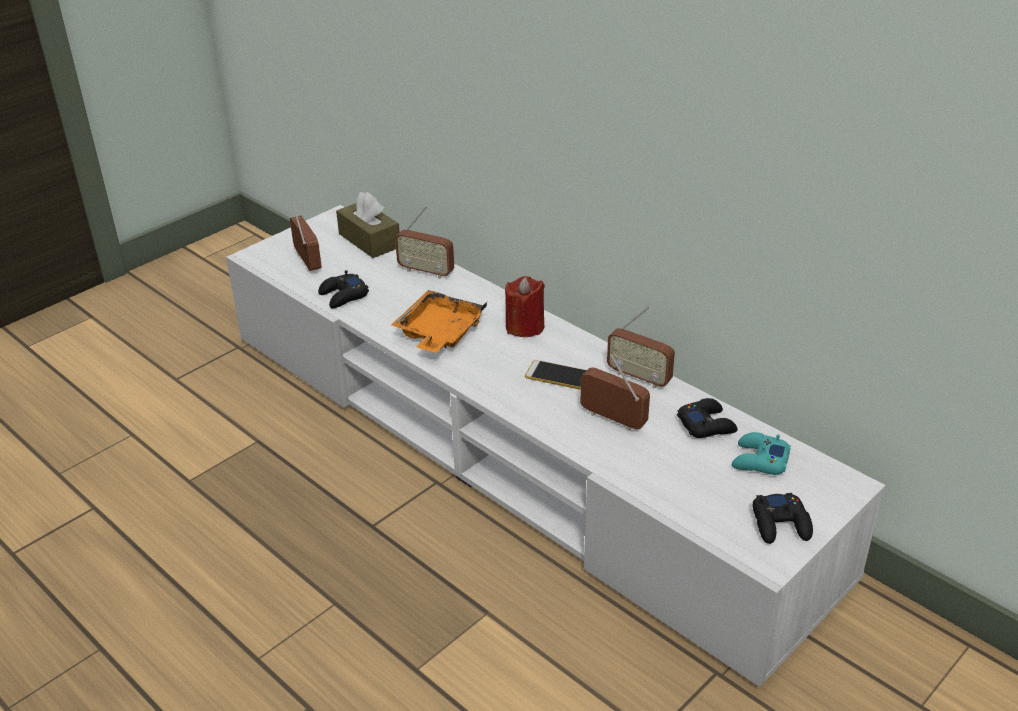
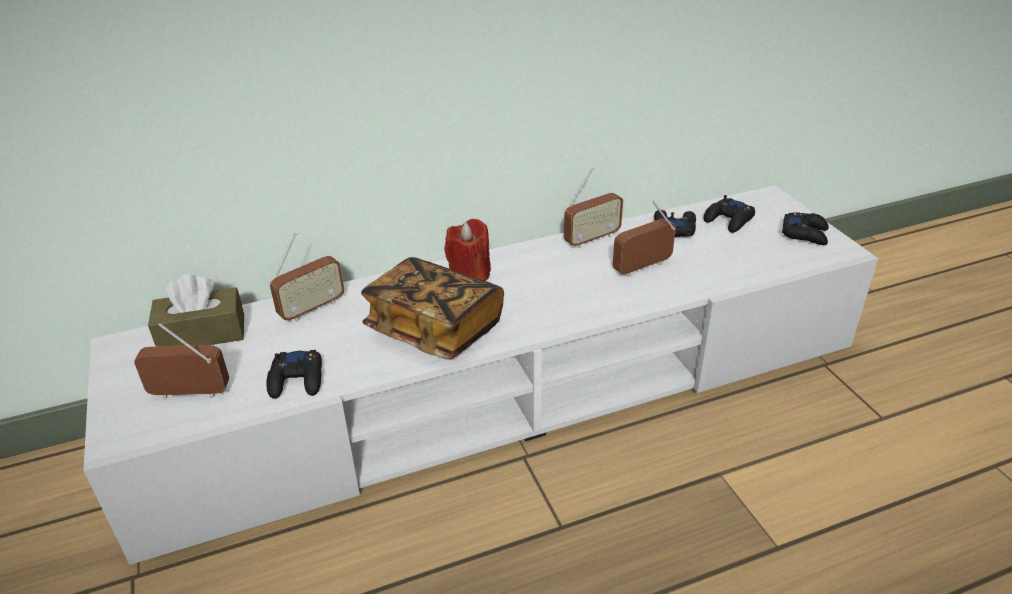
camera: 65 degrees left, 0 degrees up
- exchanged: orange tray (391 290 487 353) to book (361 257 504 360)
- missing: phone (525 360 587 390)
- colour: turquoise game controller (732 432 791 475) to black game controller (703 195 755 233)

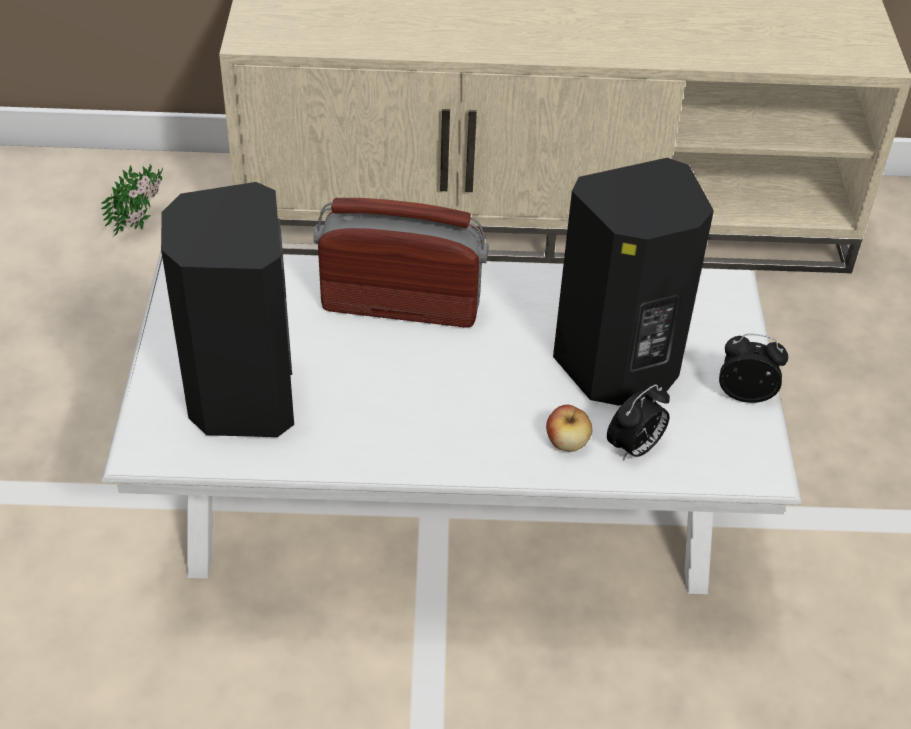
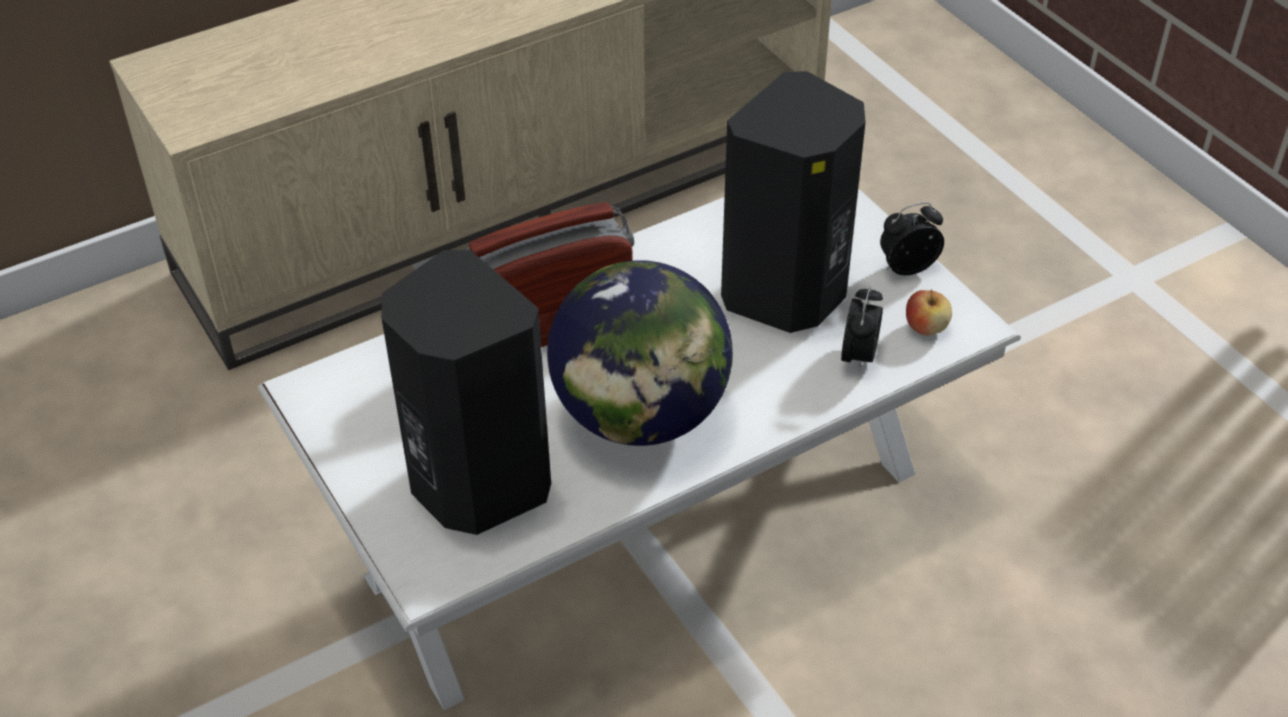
camera: 30 degrees left, 0 degrees up
- missing: potted plant (101 164 163 236)
- relocated: apple (546 405 592 452) to (906 289 952 335)
- appeared: globe (547 260 733 446)

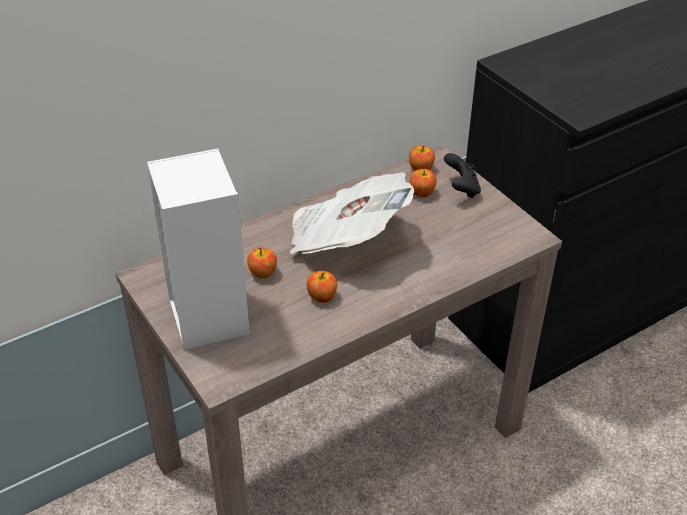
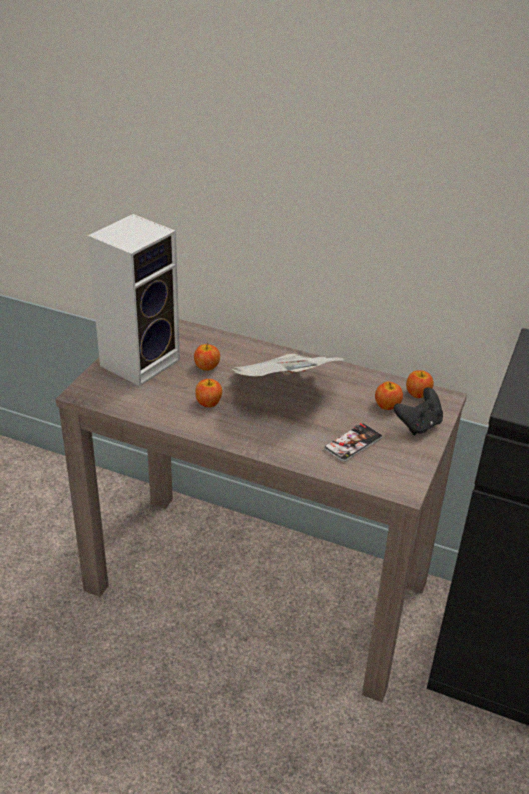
camera: 55 degrees right, 5 degrees down
- appeared: phone (324 423 382 462)

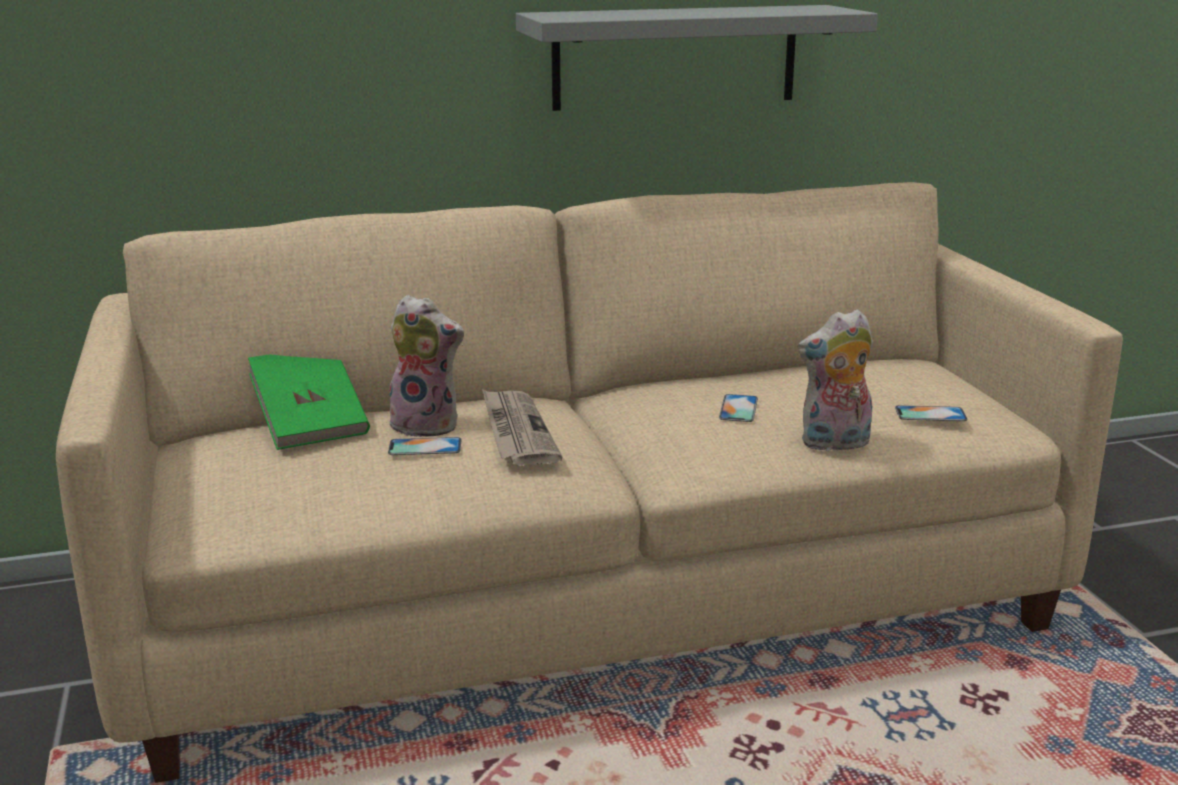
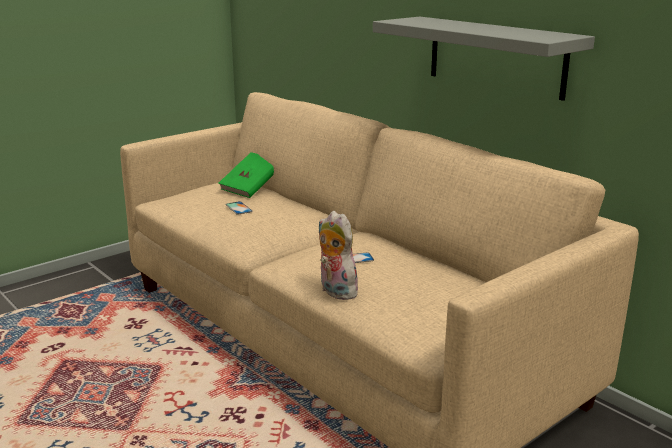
camera: 65 degrees right, 0 degrees up
- missing: plush toy (389 295 464 437)
- missing: newspaper (482 389 562 466)
- missing: phone (895 405 967 421)

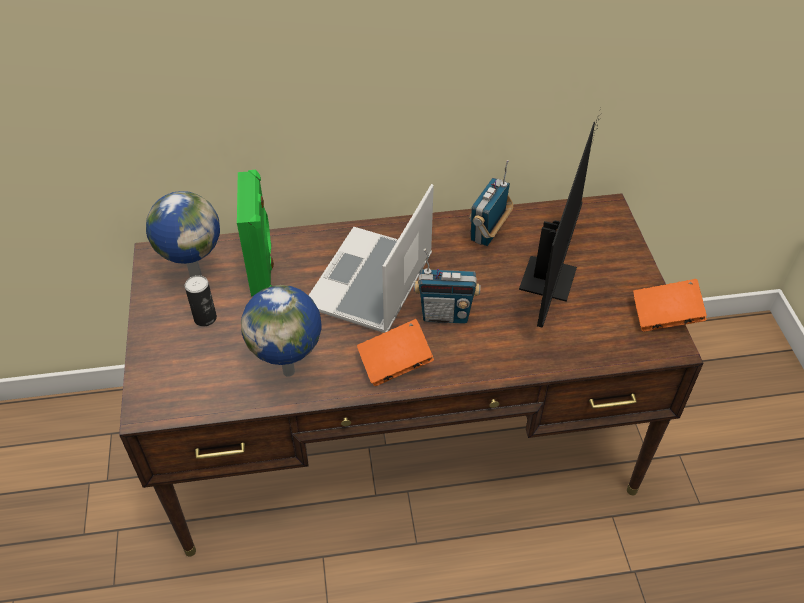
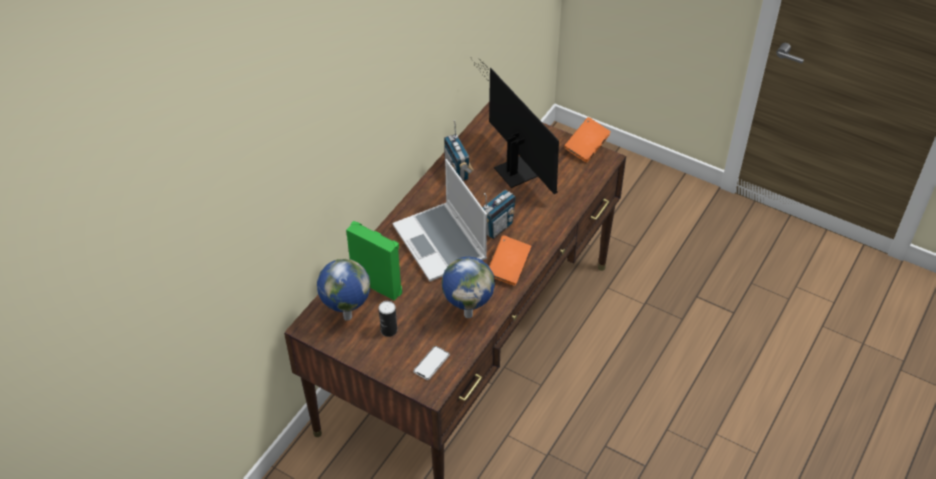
camera: 50 degrees left, 0 degrees up
- appeared: phone (413 346 450 380)

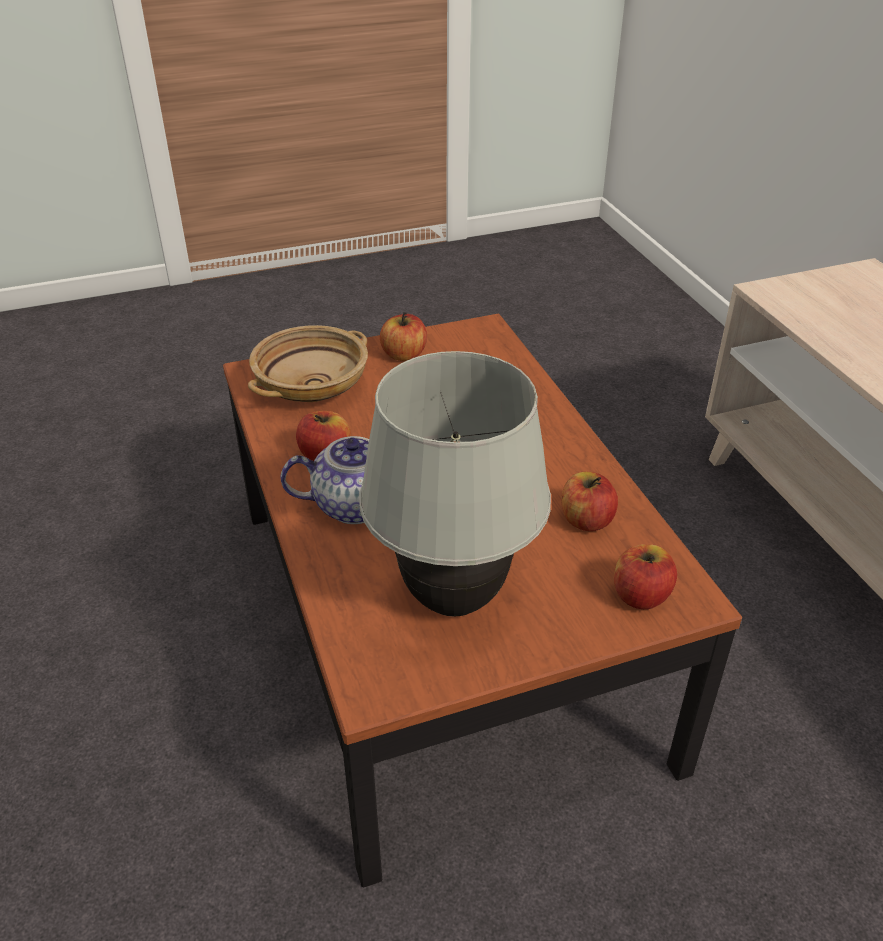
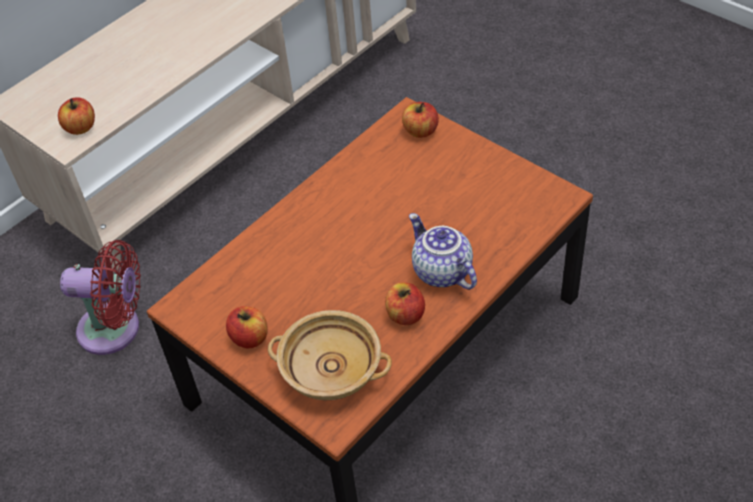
camera: 115 degrees left, 10 degrees up
- missing: white table lamp (359 351 551 616)
- relocated: apple (561 472 618 531) to (58 97 95 135)
- appeared: red fan (60 240 141 355)

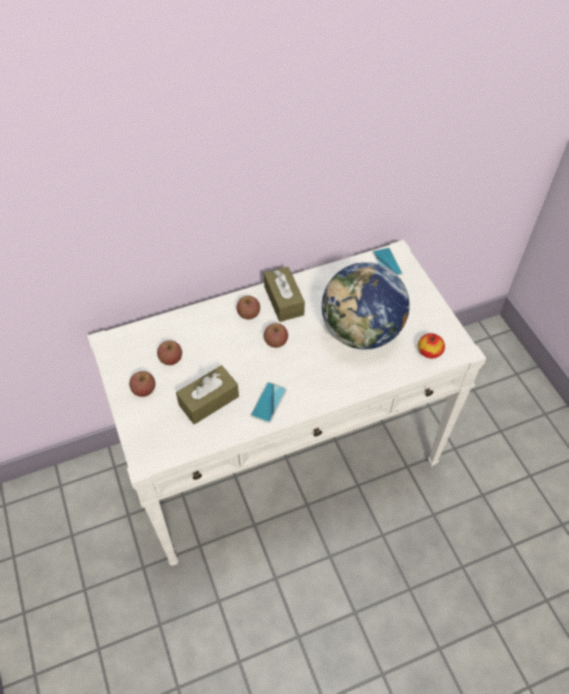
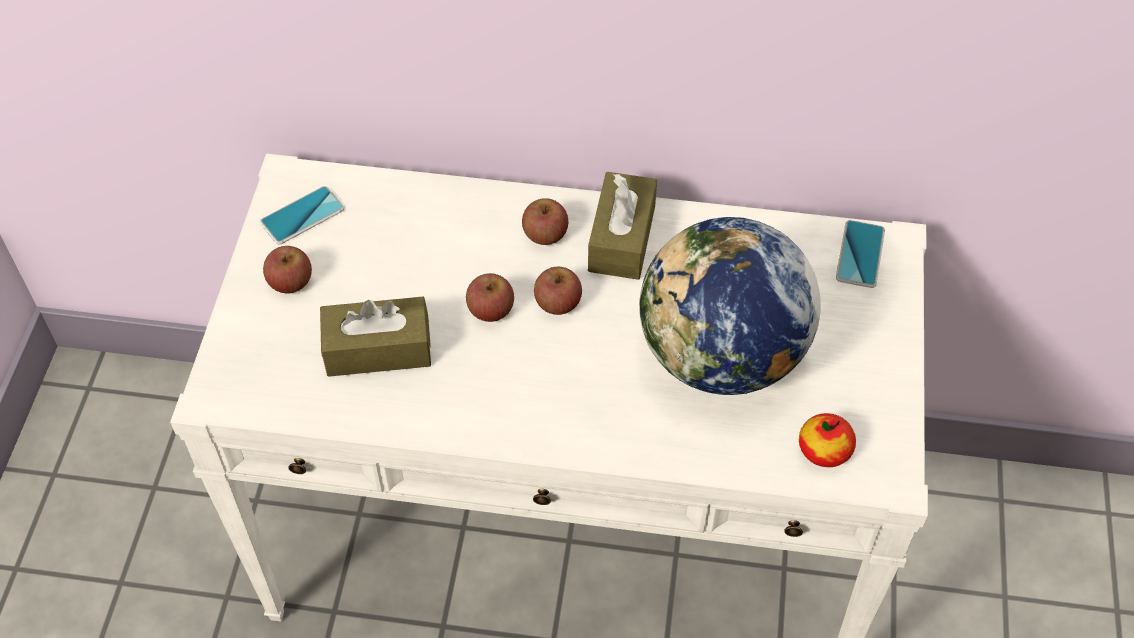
camera: 30 degrees right, 0 degrees up
- relocated: apple (157 340 182 365) to (466 273 514 322)
- relocated: phone (250 382 287 423) to (260 186 344 244)

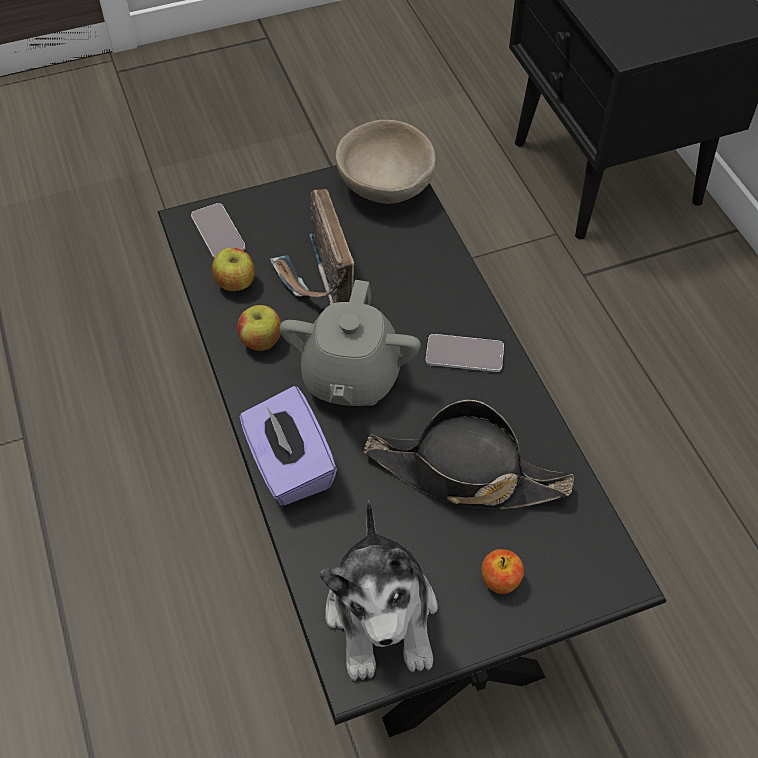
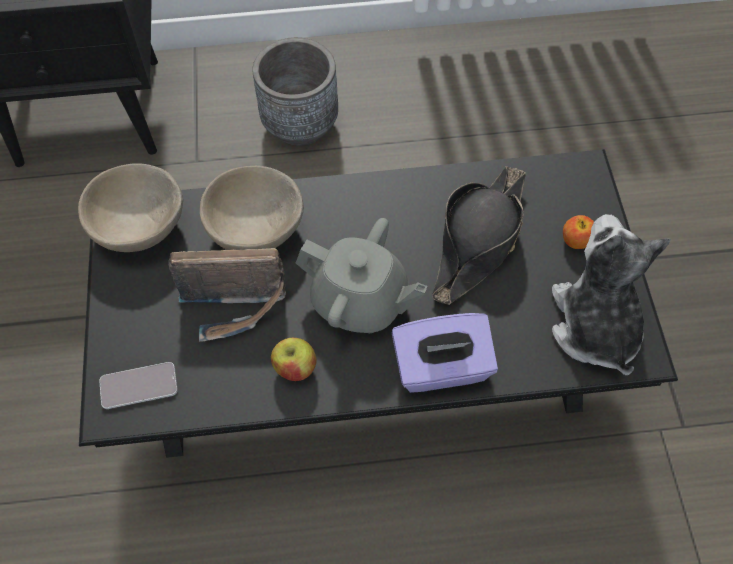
camera: 75 degrees left, 5 degrees up
- missing: apple (212 248 255 291)
- spun: plush toy (320 500 438 681) = (552 214 671 375) 105 degrees counterclockwise
- missing: phone (426 334 504 372)
- appeared: beige bowl (200 166 304 250)
- appeared: grey planter (252 37 338 146)

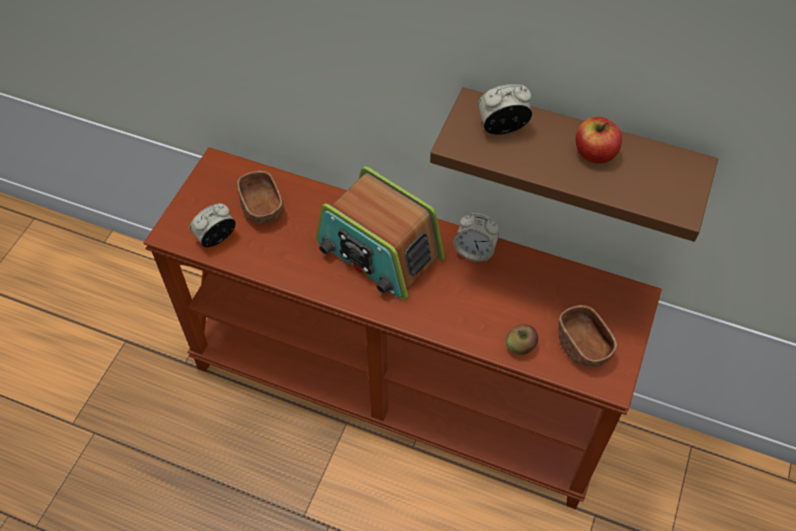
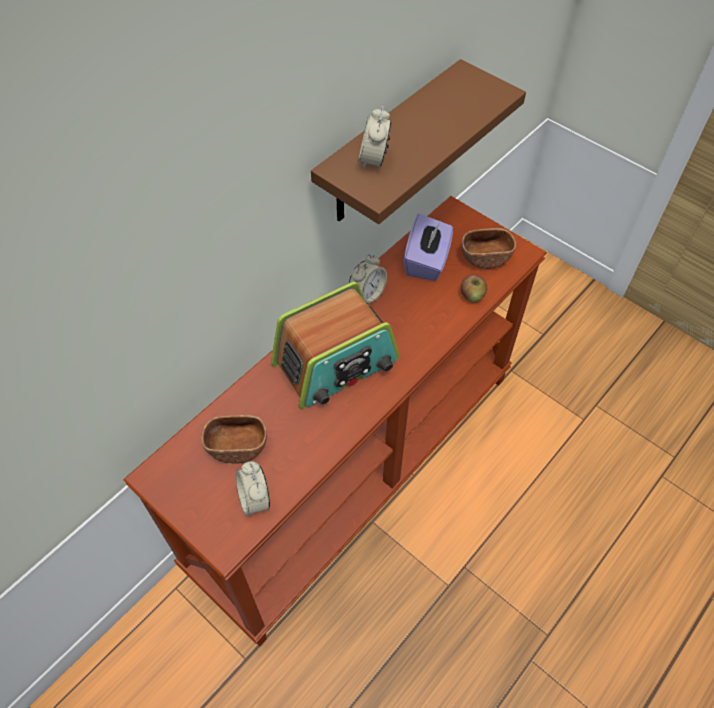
camera: 70 degrees left, 0 degrees up
- missing: apple (576 117 622 164)
- appeared: purple tissue box (404 214 453 281)

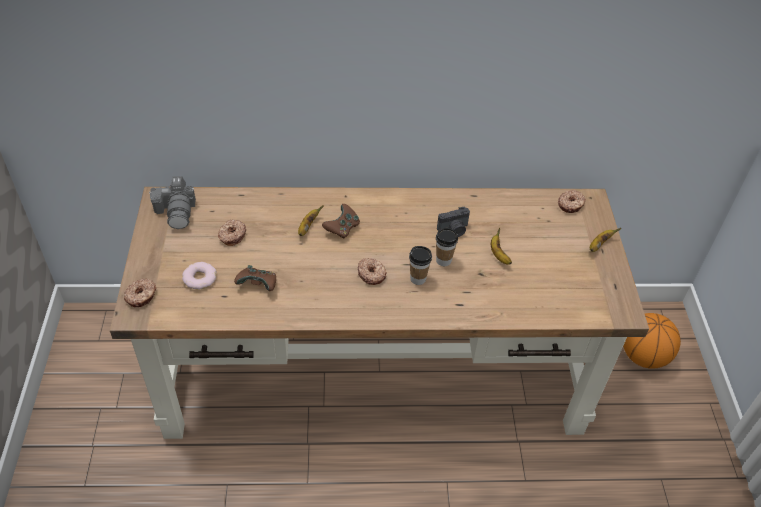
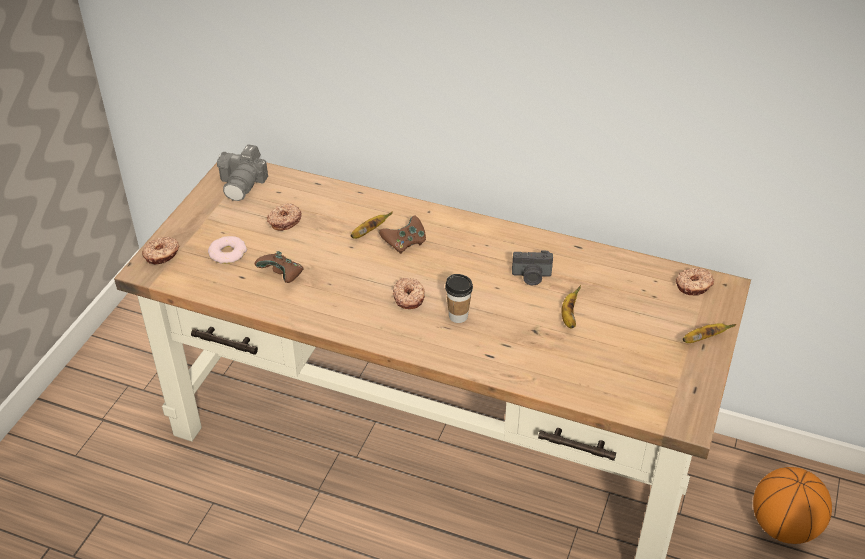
camera: 25 degrees right, 5 degrees down
- missing: cup (436 228 458 266)

